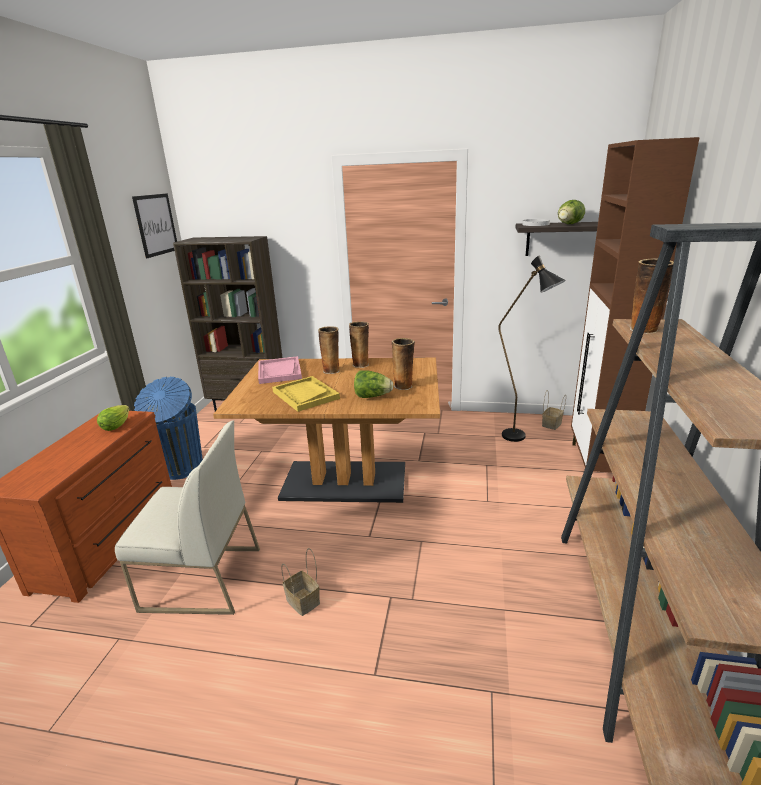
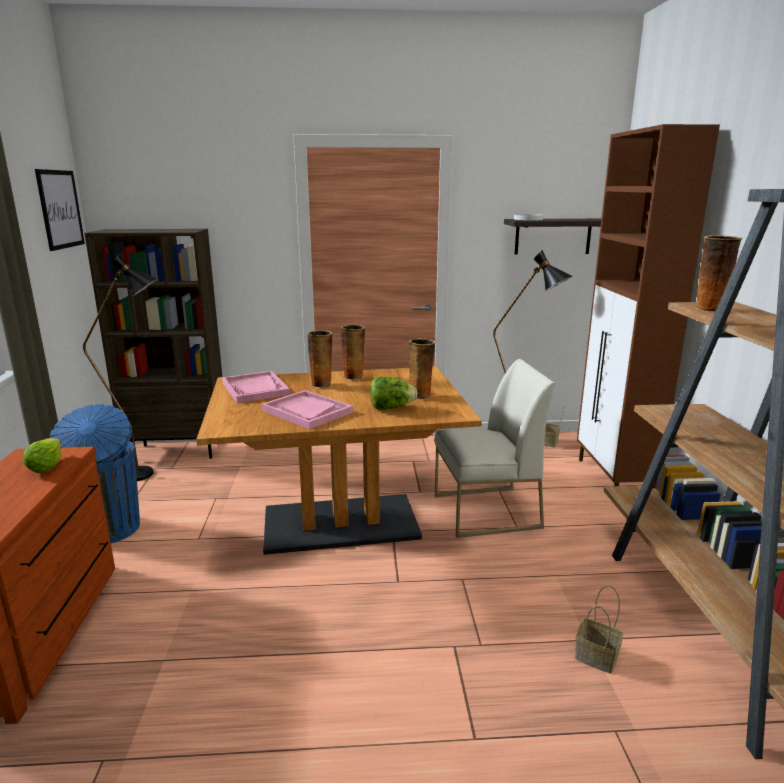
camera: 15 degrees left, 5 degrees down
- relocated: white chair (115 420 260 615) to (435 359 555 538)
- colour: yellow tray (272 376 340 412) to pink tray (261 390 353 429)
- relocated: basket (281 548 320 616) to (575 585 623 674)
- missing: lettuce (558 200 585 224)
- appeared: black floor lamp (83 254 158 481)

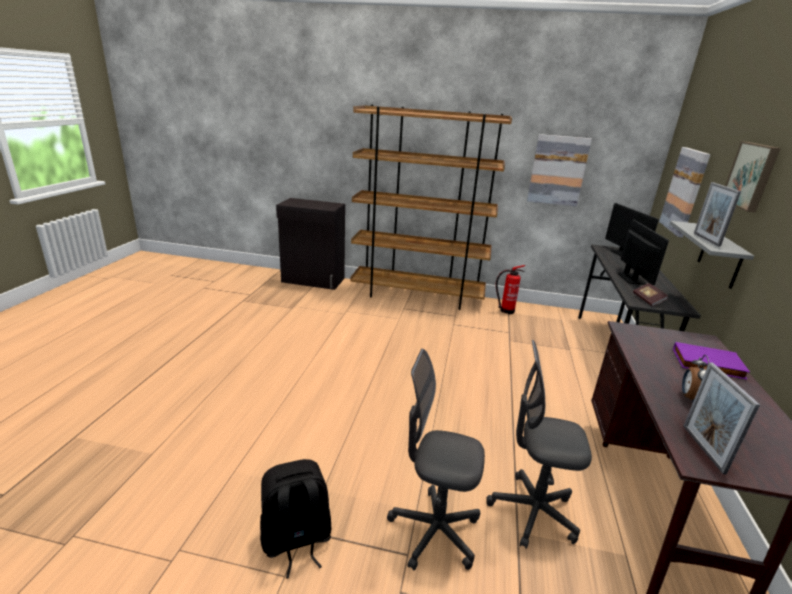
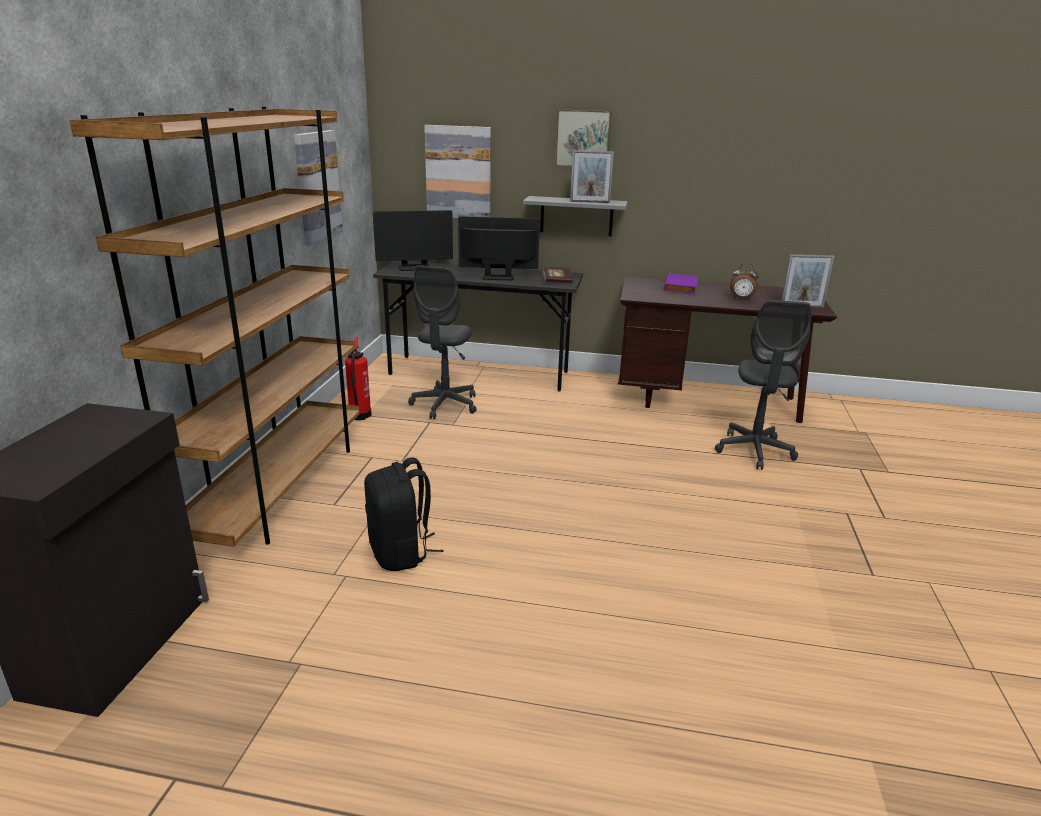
camera: 90 degrees left, 0 degrees up
- relocated: black backpack (260 459 331 578) to (364 457 443 571)
- relocated: grey office chair (387 349 485 570) to (408 265 477 419)

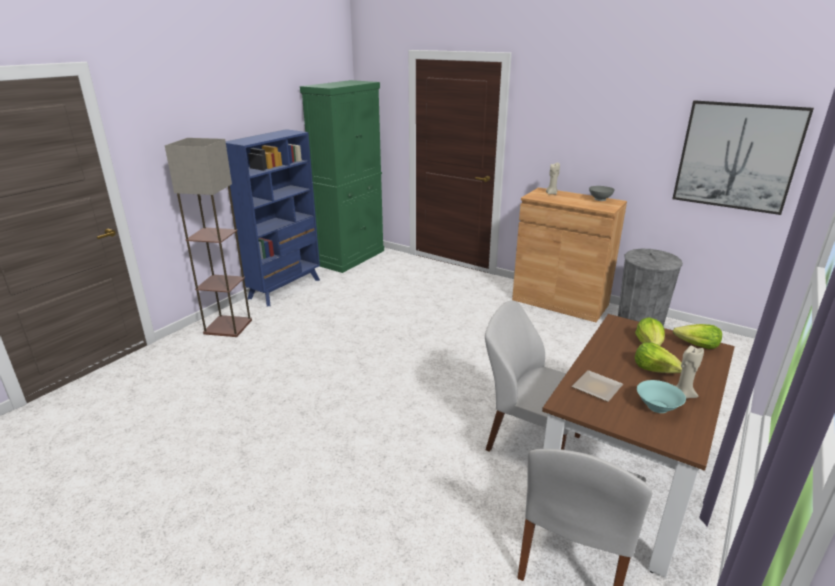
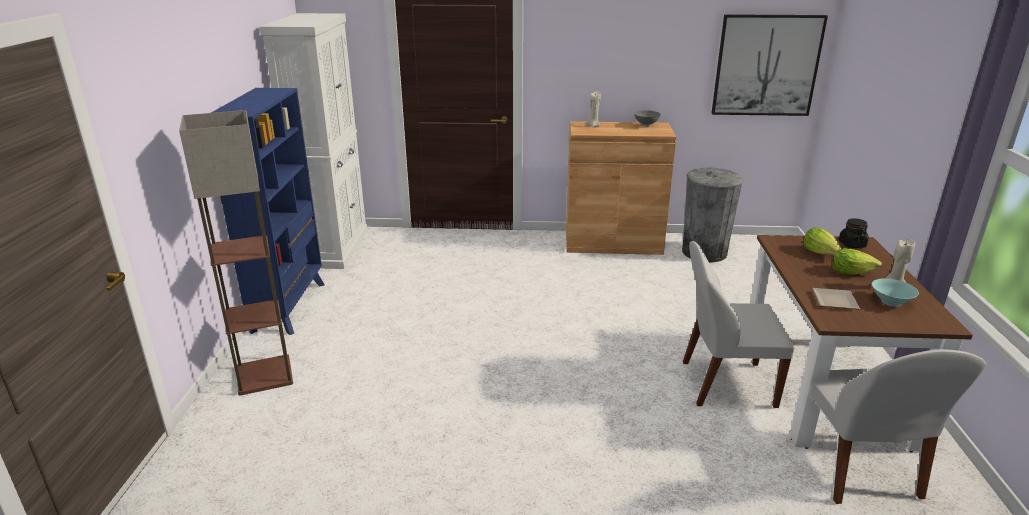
camera: 30 degrees left, 0 degrees up
- colour: green cabinet (300 80 384 273) to white cabinet (260 13 367 269)
- exchanged: lettuce (673 324 722 349) to black jar (839 218 869 248)

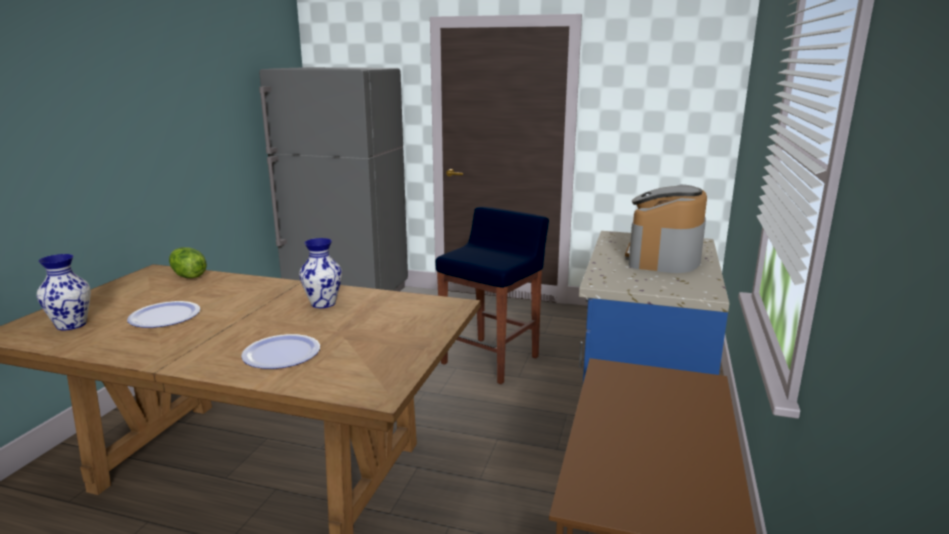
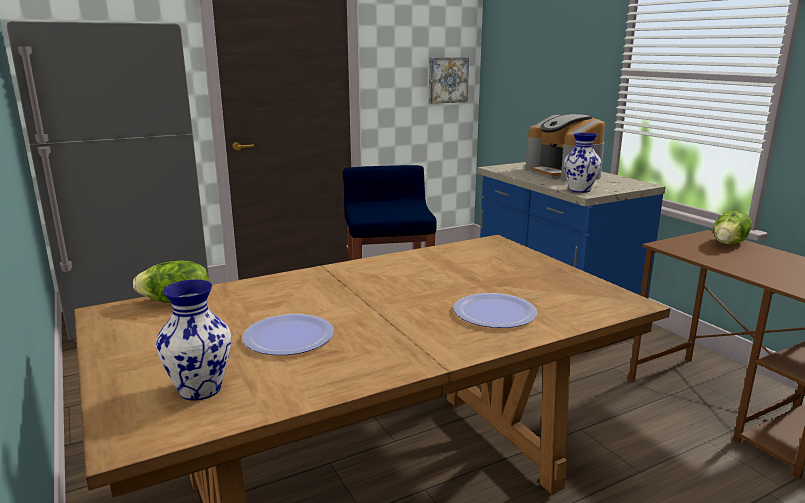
camera: 45 degrees left, 0 degrees up
- relocated: vase (299 238 342 308) to (564 133 601 193)
- appeared: picture (429 57 469 104)
- appeared: lettuce (713 211 752 244)

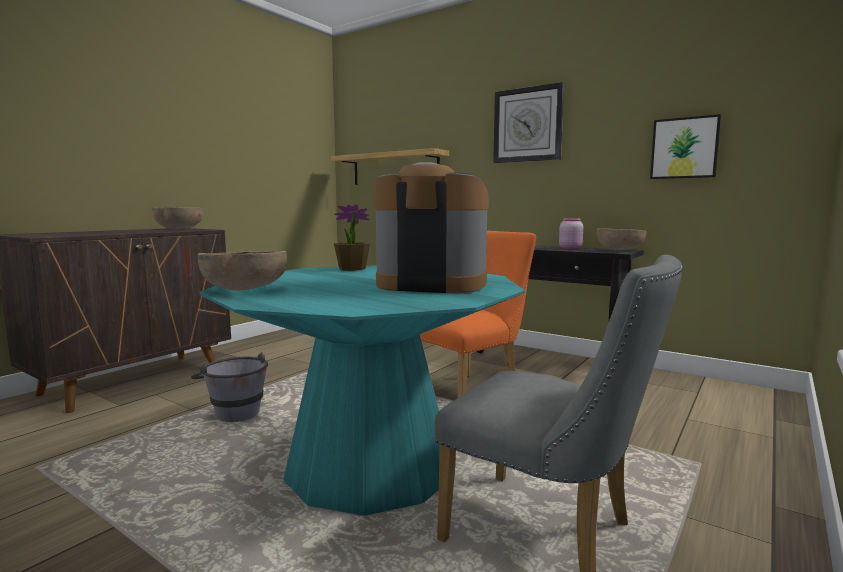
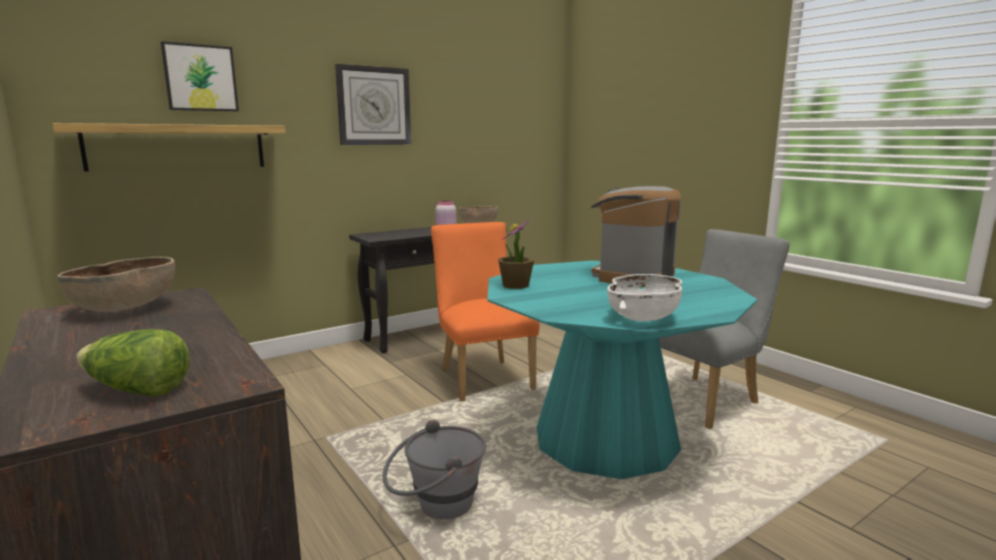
camera: 70 degrees left, 5 degrees up
- colour: brown bowl (198 251 287 290) to white bowl (607 274 682 321)
- relocated: picture (650 114 721 179) to (161 41 239 111)
- appeared: lettuce (76 329 190 397)

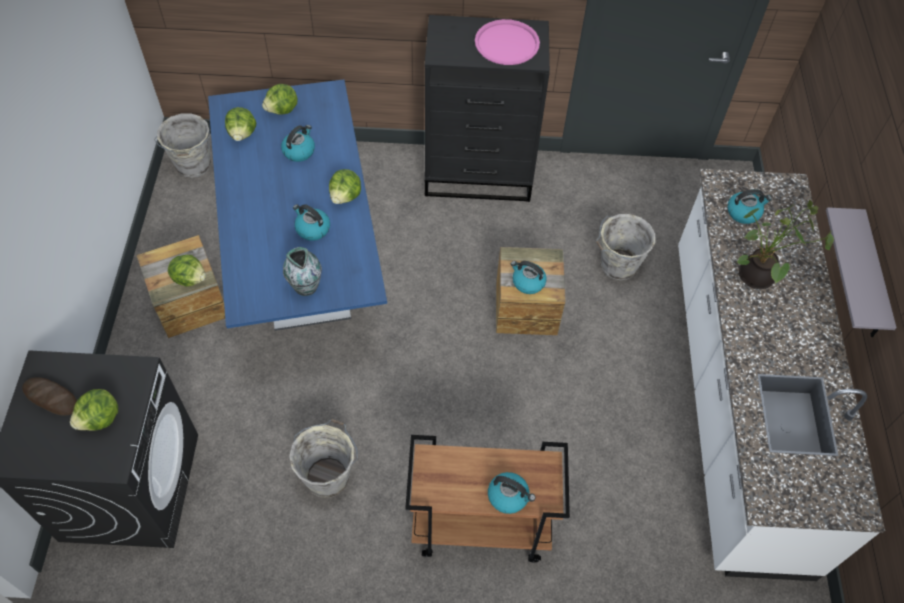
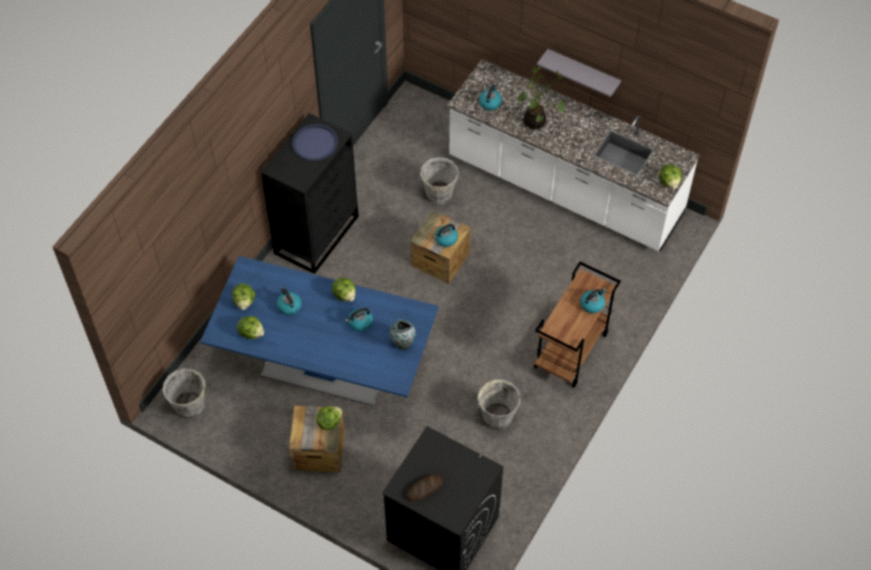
camera: 60 degrees left, 0 degrees up
- relocated: lettuce (70 389 118 431) to (660 164 682 189)
- colour: pink tray (475 19 540 65) to blue tray (292 124 338 161)

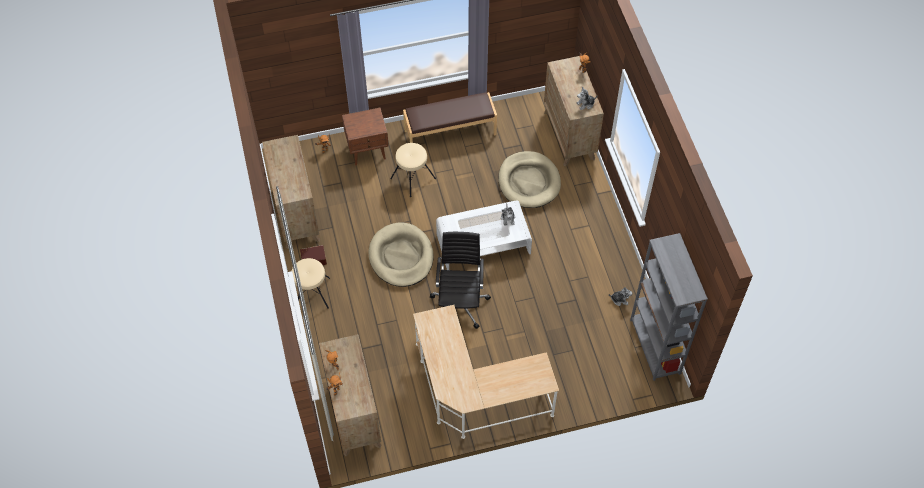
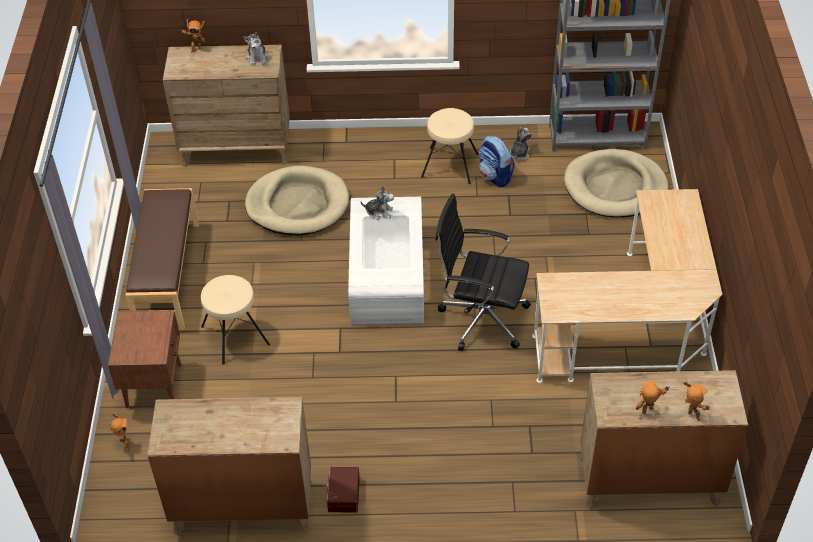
camera: 75 degrees left, 10 degrees down
- relocated: beige stool (292 258 330 309) to (421 108 478 184)
- relocated: beige dog bed (369 222 434 287) to (564 149 669 218)
- appeared: backpack (479 136 515 187)

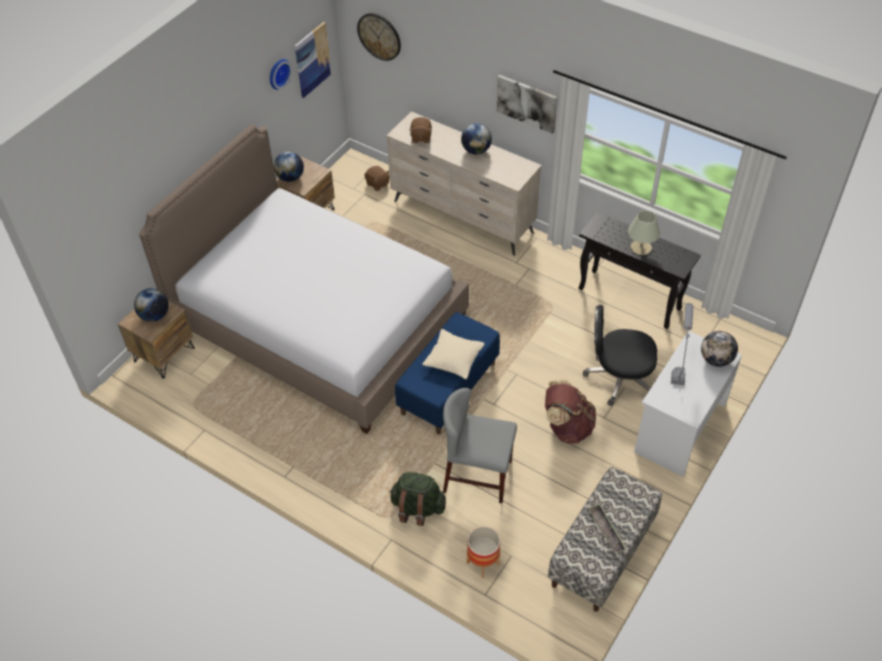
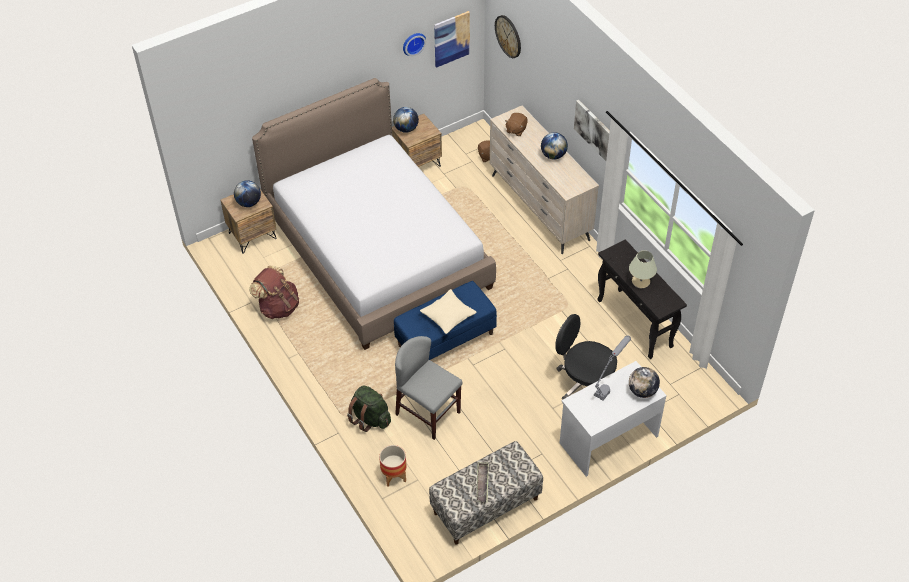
camera: 25 degrees right, 0 degrees up
- relocated: brown backpack (545 380 596 444) to (249 265 299 319)

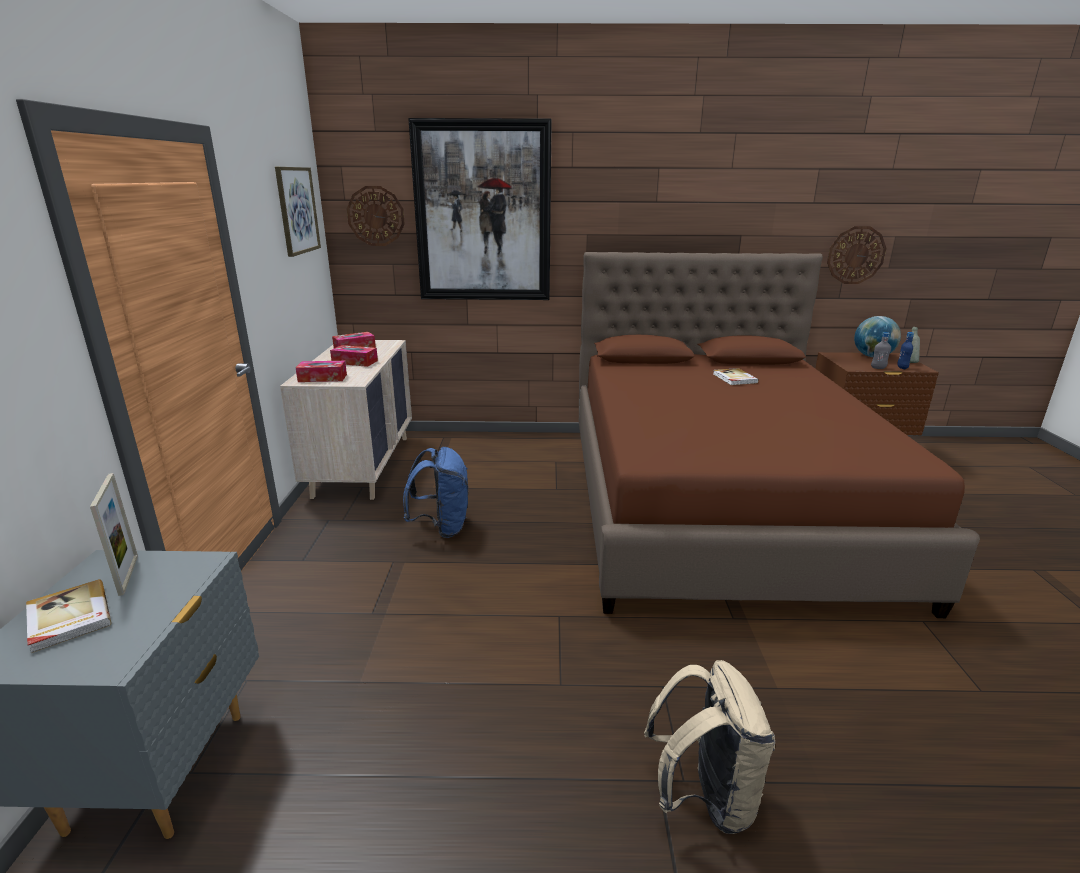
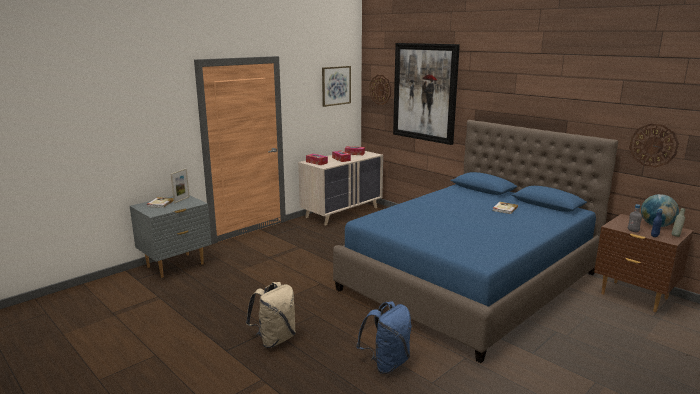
camera: 45 degrees right, 5 degrees down
- relocated: blue backpack (403 447 468 538) to (356 301 411 374)
- colour: brown bed (579 252 980 618) to blue bed (333 120 618 363)

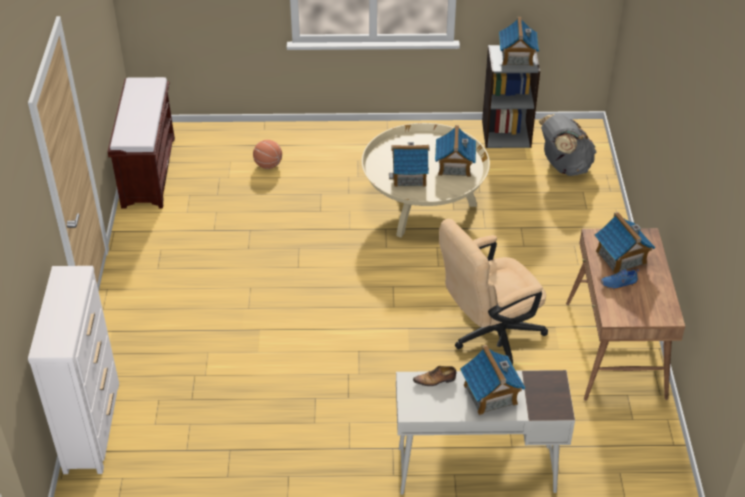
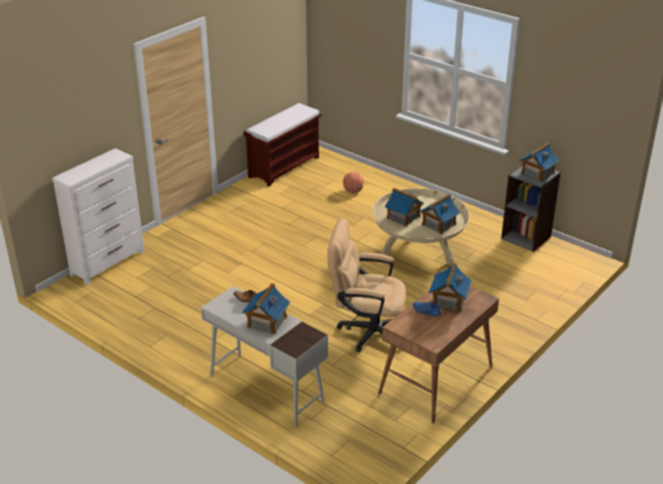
camera: 40 degrees right, 10 degrees down
- missing: grey backpack (538 114 597 176)

